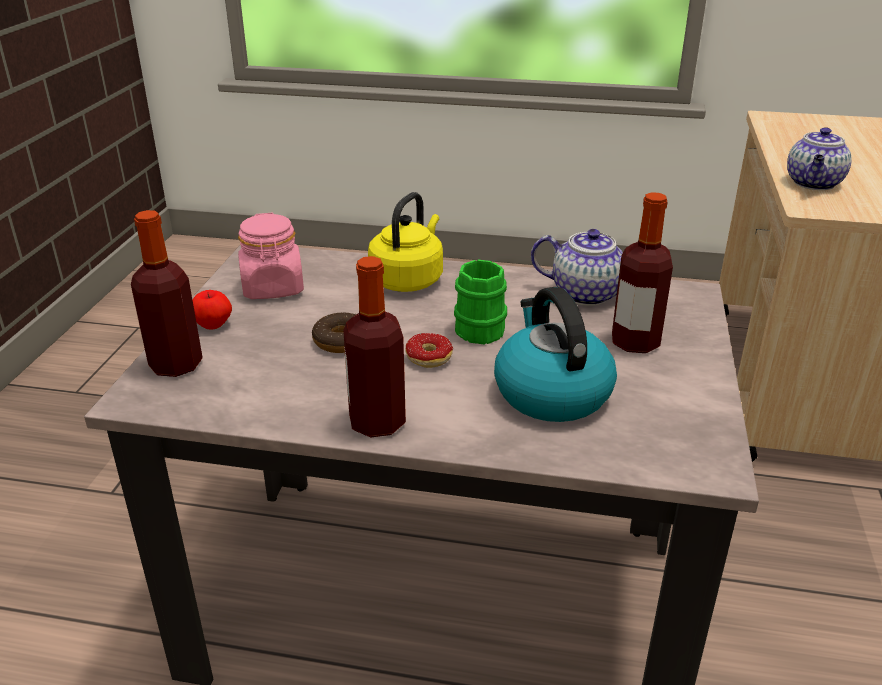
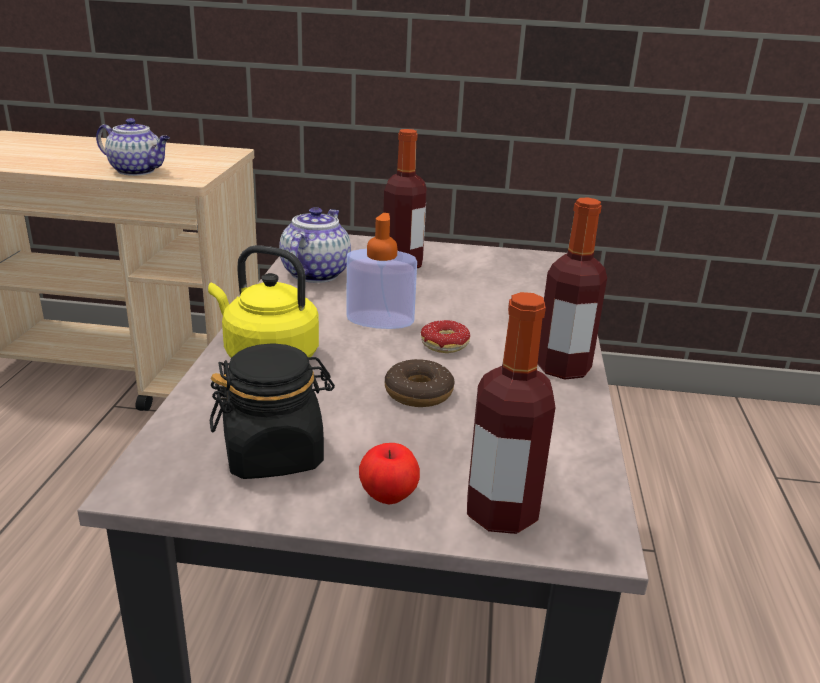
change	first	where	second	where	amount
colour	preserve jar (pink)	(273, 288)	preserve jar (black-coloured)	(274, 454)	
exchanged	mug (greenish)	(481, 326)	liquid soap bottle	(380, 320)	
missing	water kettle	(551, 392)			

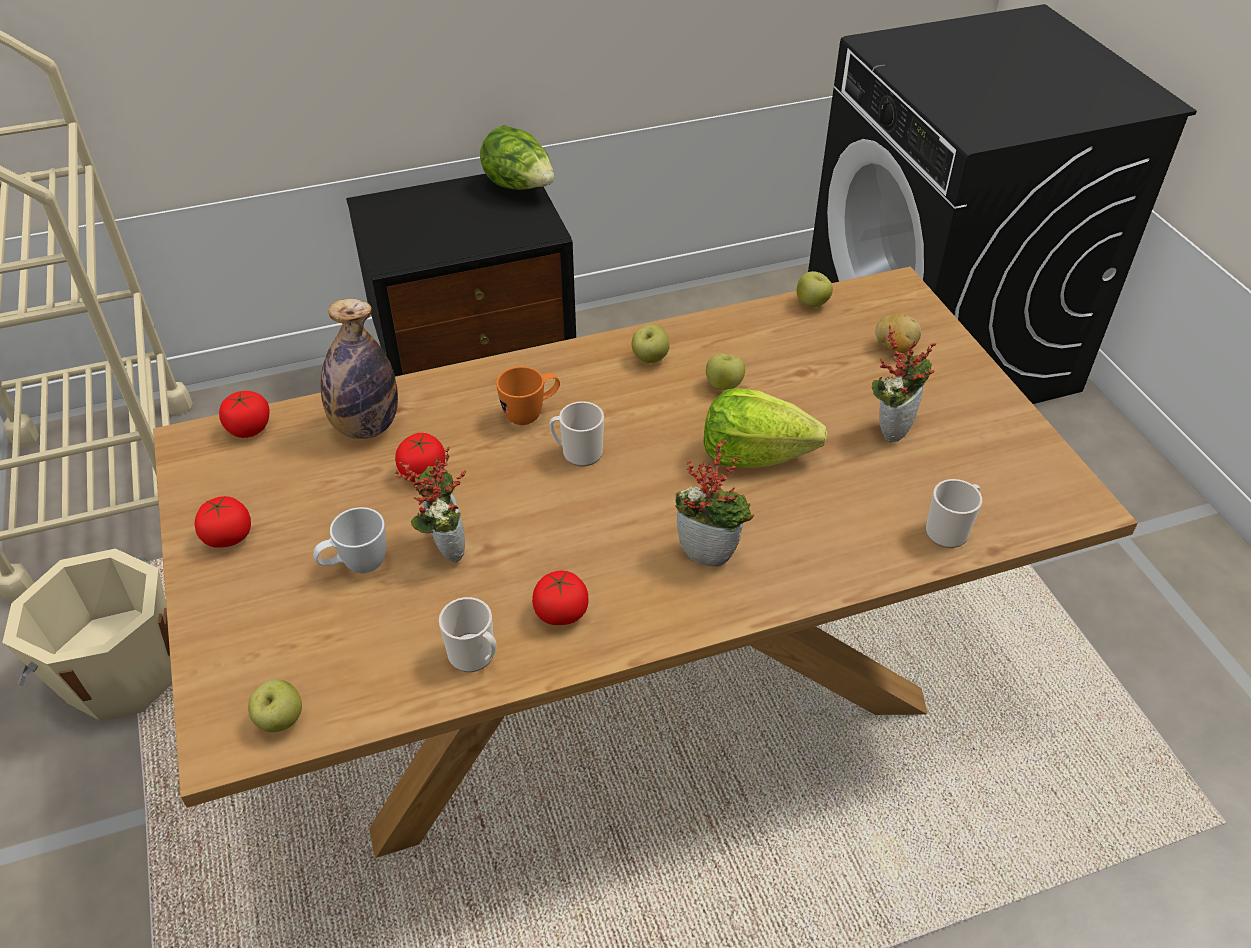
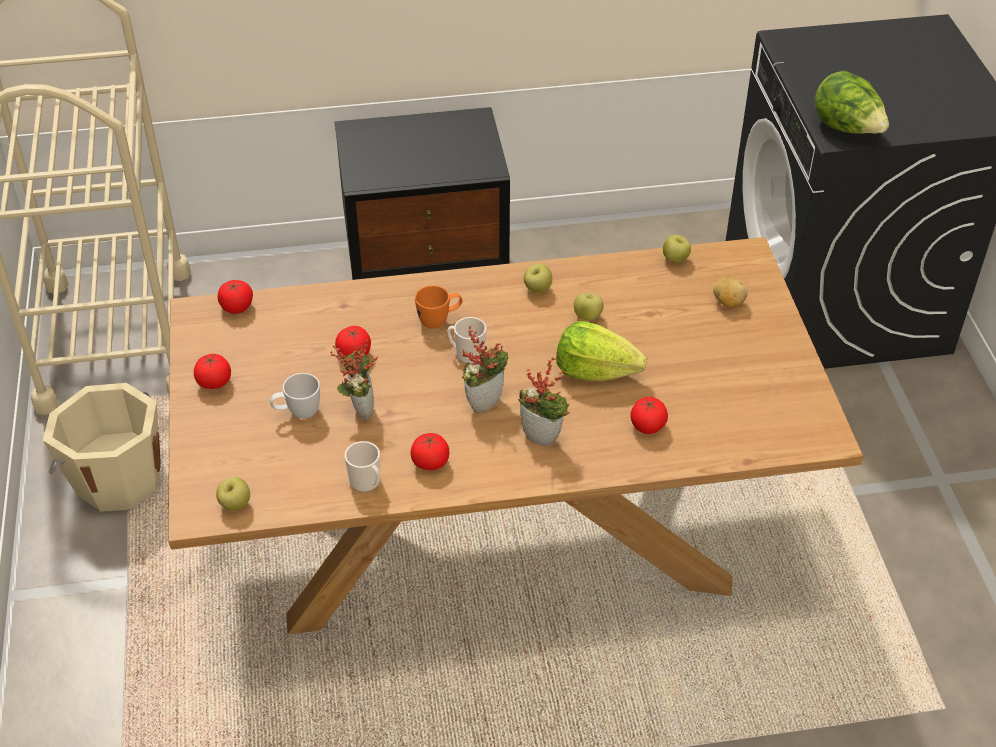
change	first	where	second	where	amount
relocated	lettuce head	(520, 187)		(847, 129)	
missing	drink bottle	(366, 427)			
relocated	plant in a pot	(892, 427)		(484, 401)	
missing	mug	(950, 530)			
appeared			whole tomato	(647, 426)	

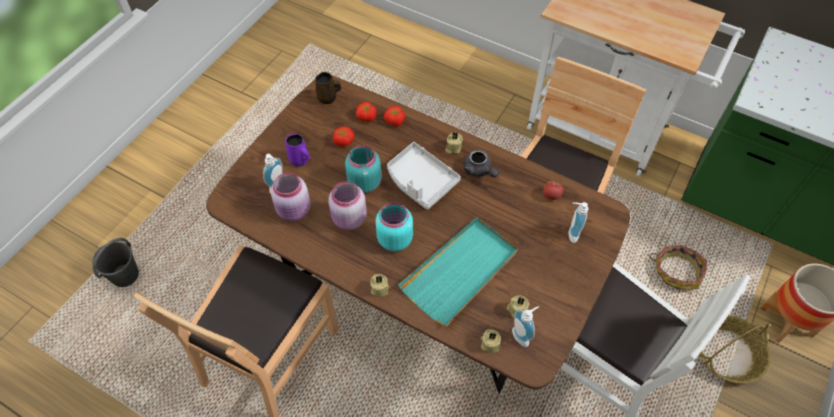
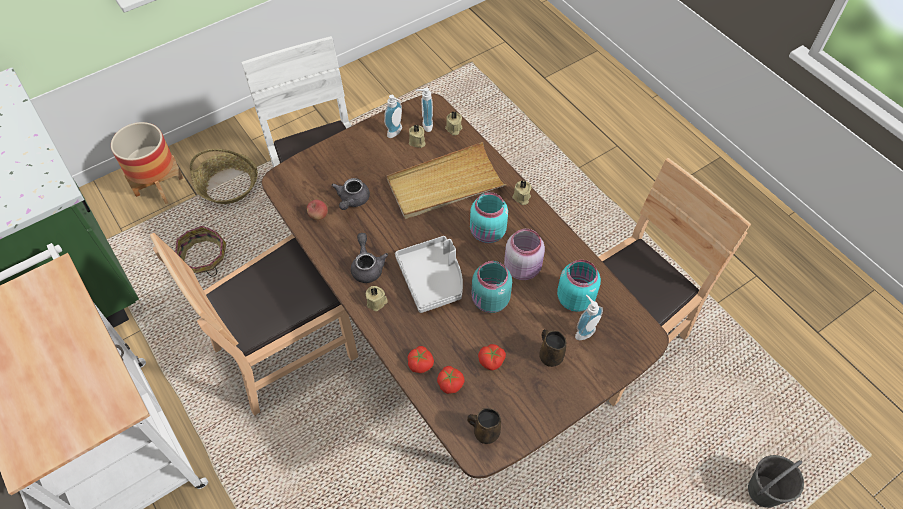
change	first	where	second	where	amount
colour	mug (purple-coloured)	(300, 160)	mug (brown-coloured)	(550, 355)	
colour	preserve jar (pink)	(294, 211)	preserve jar (blue-green)	(574, 298)	
relocated	liquid soap bottle	(571, 233)		(396, 133)	
colour	serving tray (blue-green)	(460, 272)	serving tray (beige)	(445, 184)	
appeared			pot for tea (greyish)	(352, 200)	

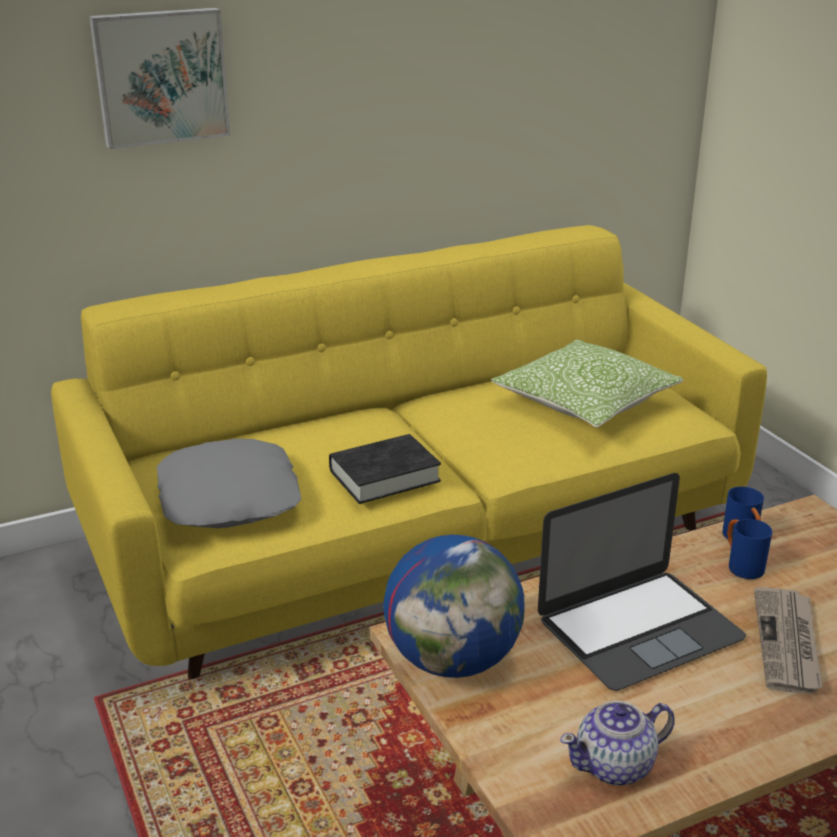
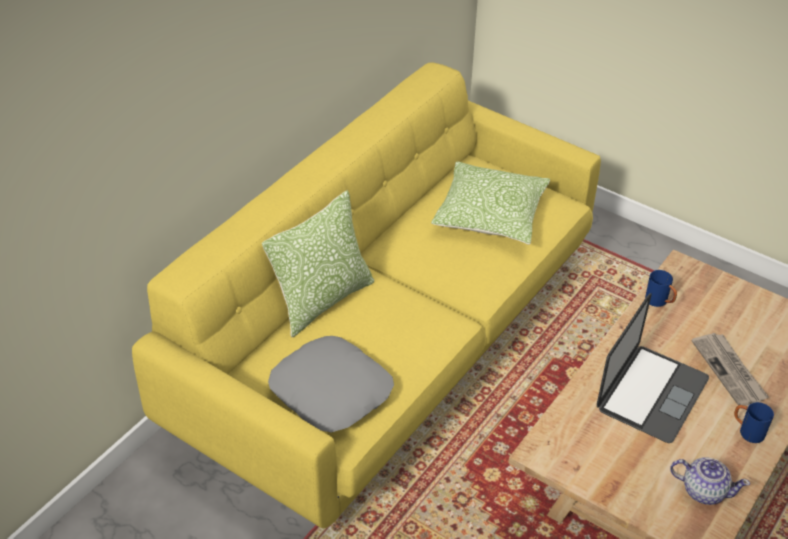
change	first	where	second	where	amount
missing	picture	(160, 76)			
missing	book (black-coloured)	(384, 476)			
relocated	mug (blue)	(741, 565)		(747, 431)	
missing	world globe	(453, 660)			
spun	pot for tea	(616, 766)		(703, 490)	105 degrees counterclockwise
appeared			throw pillow	(322, 301)	

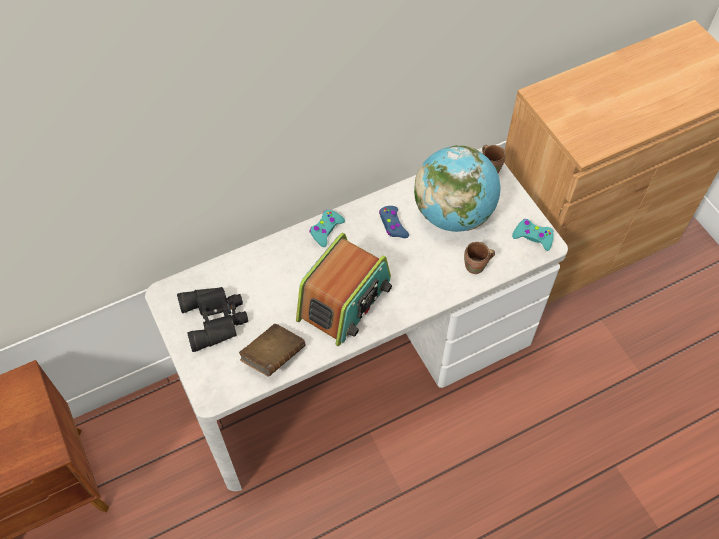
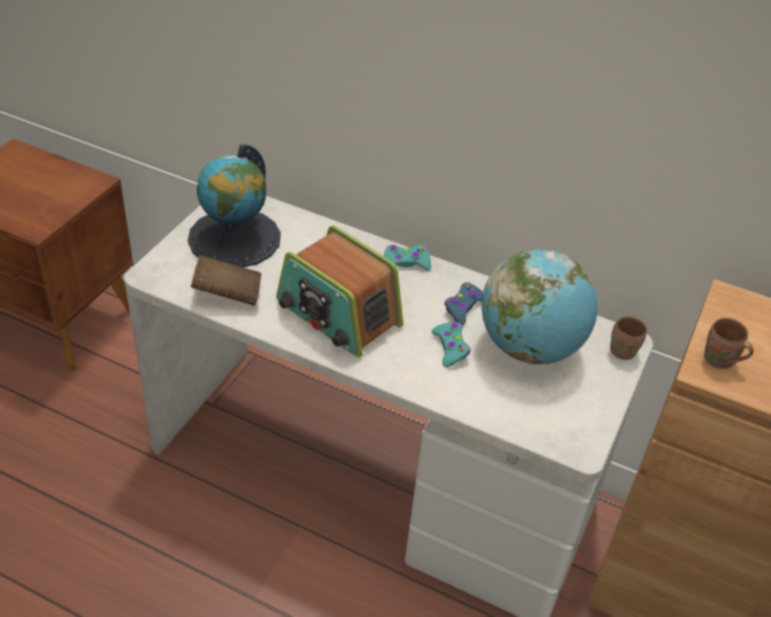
change	first	where	second	where	amount
relocated	joypad (blue-green)	(533, 237)		(450, 348)	
spun	radio	(345, 300)		(338, 314)	45 degrees clockwise
relocated	mug (brown-coloured)	(476, 267)		(719, 362)	
exchanged	binoculars (black-coloured)	(215, 319)	world globe	(235, 238)	

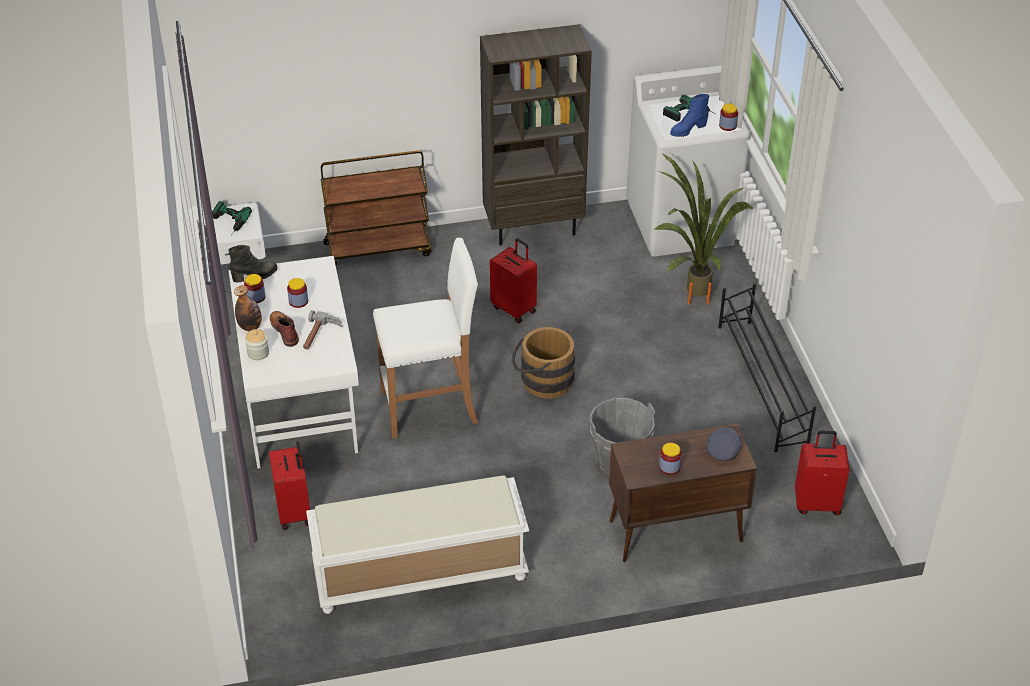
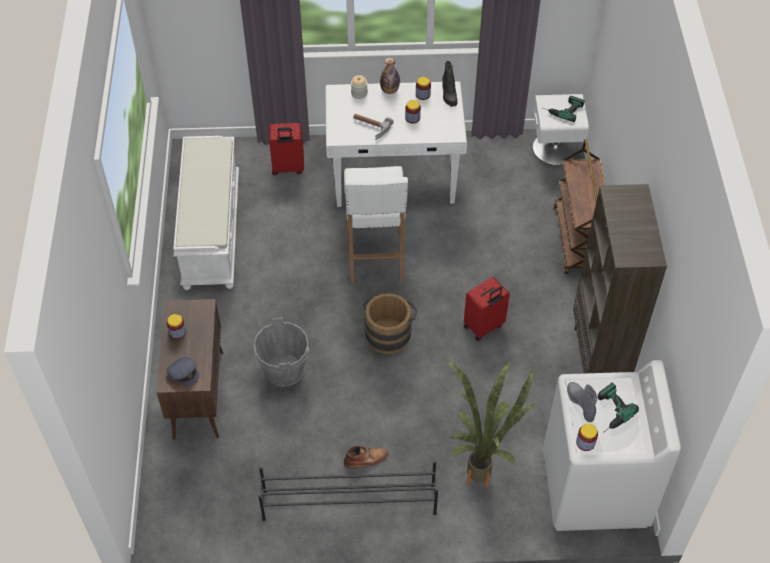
change	first	where	second	where	amount
colour	tall boot (blue)	(688, 130)	tall boot (greyish)	(581, 403)	
relocated	tall boot (brown-coloured)	(284, 330)		(366, 459)	
missing	suitcase (red-coloured)	(817, 503)			

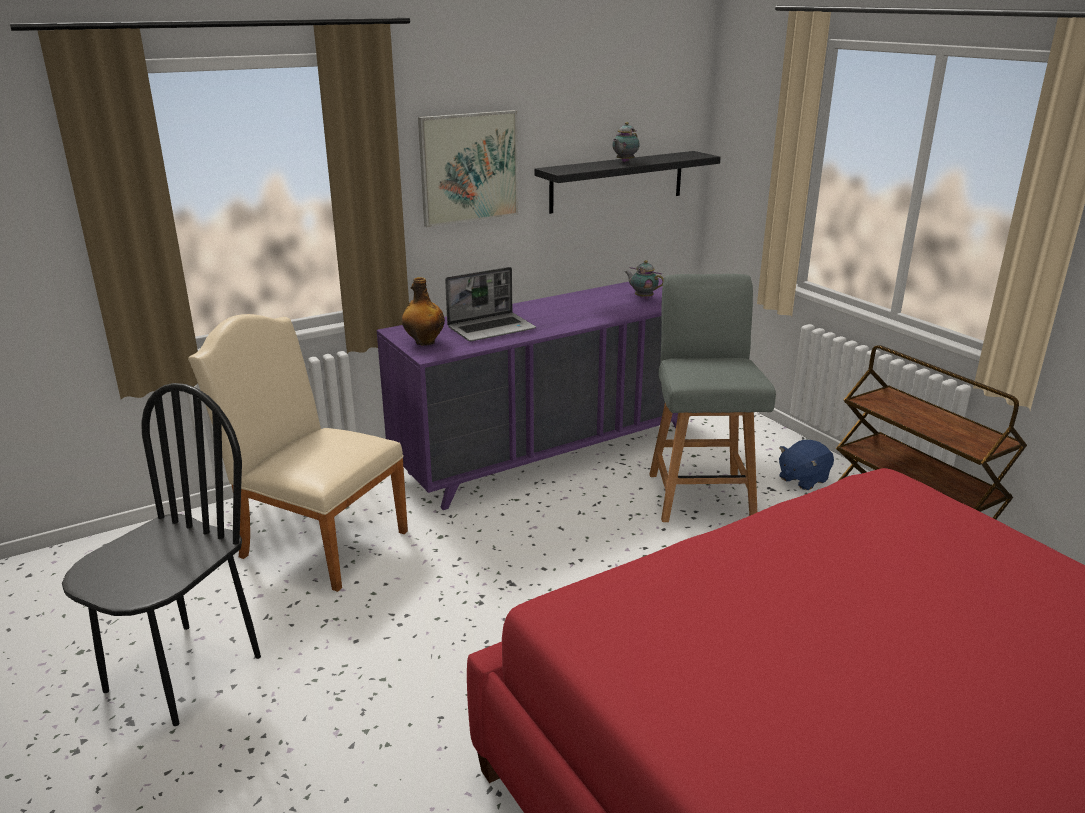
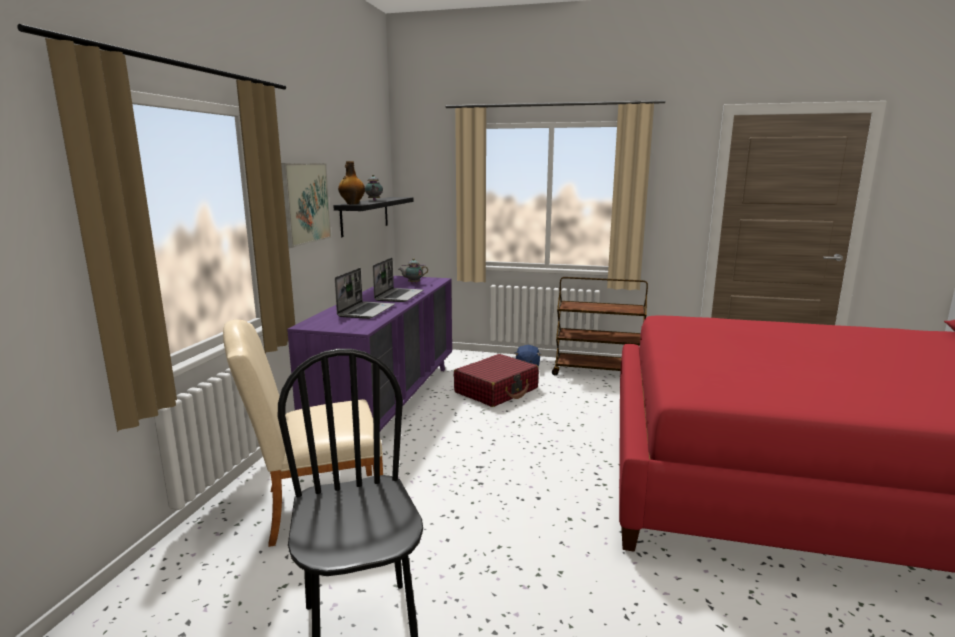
change	first	where	second	where	amount
exchanged	plain chair (greyish)	(700, 494)	suitcase (red-coloured)	(497, 390)	
relocated	drink bottle	(424, 342)		(352, 204)	
appeared			notebook computer	(399, 296)	

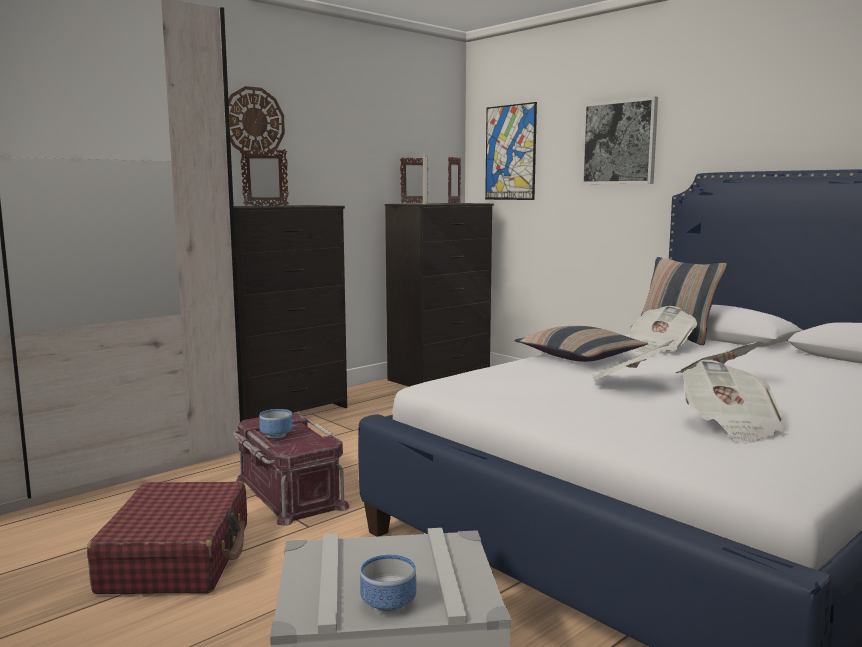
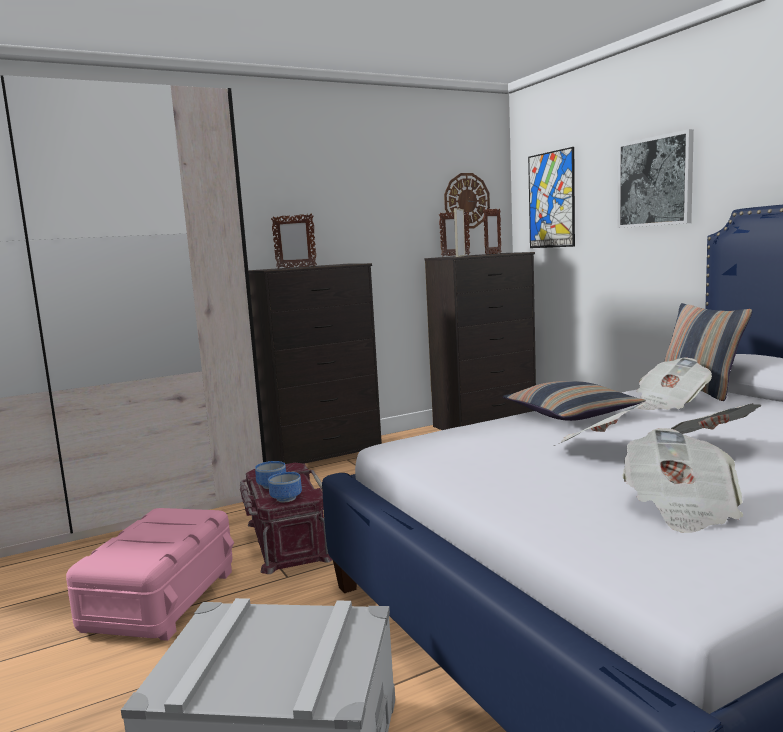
change	first	where	second	where	amount
relocated	clock on the wall	(254, 122)		(466, 201)	
exchanged	suitcase (red-coloured)	(177, 557)	storage container (pink)	(160, 599)	
relocated	bowl	(386, 605)		(284, 499)	

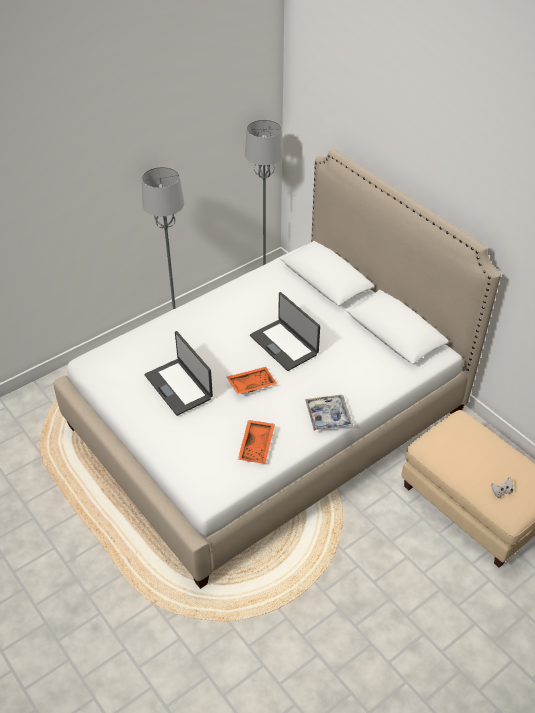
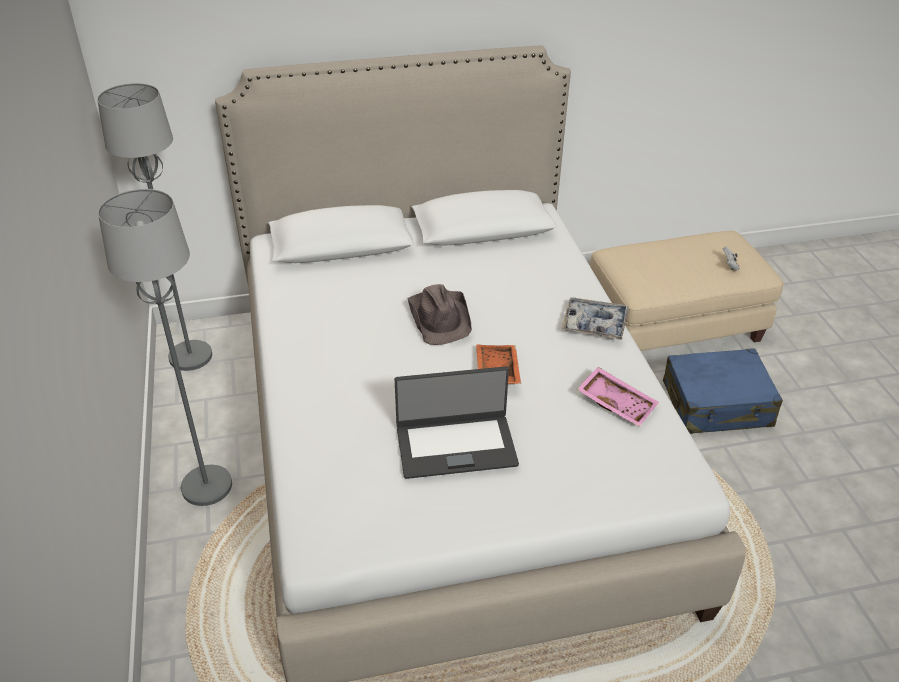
change	first	where	second	where	amount
exchanged	notebook computer	(284, 344)	hat (brown-coloured)	(440, 317)	
colour	serving tray (orange)	(257, 446)	serving tray (pink)	(617, 403)	
appeared			suitcase (blue)	(717, 405)	

